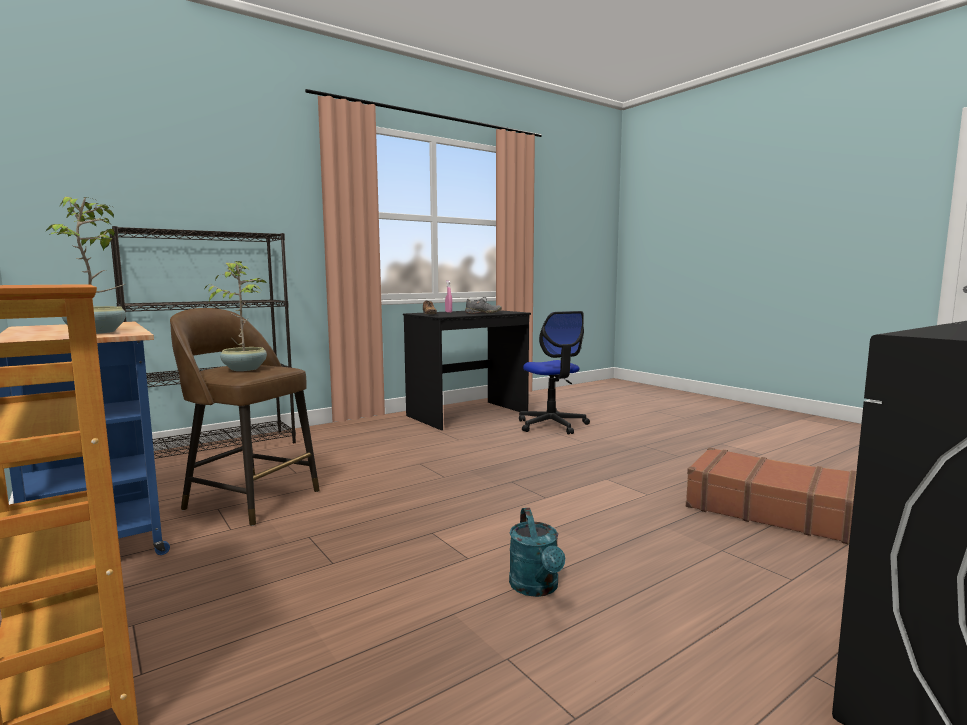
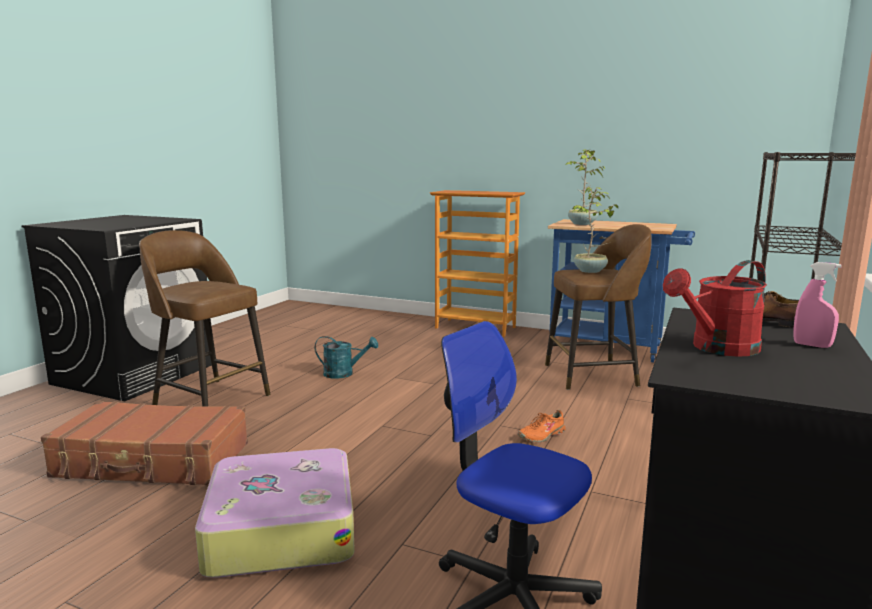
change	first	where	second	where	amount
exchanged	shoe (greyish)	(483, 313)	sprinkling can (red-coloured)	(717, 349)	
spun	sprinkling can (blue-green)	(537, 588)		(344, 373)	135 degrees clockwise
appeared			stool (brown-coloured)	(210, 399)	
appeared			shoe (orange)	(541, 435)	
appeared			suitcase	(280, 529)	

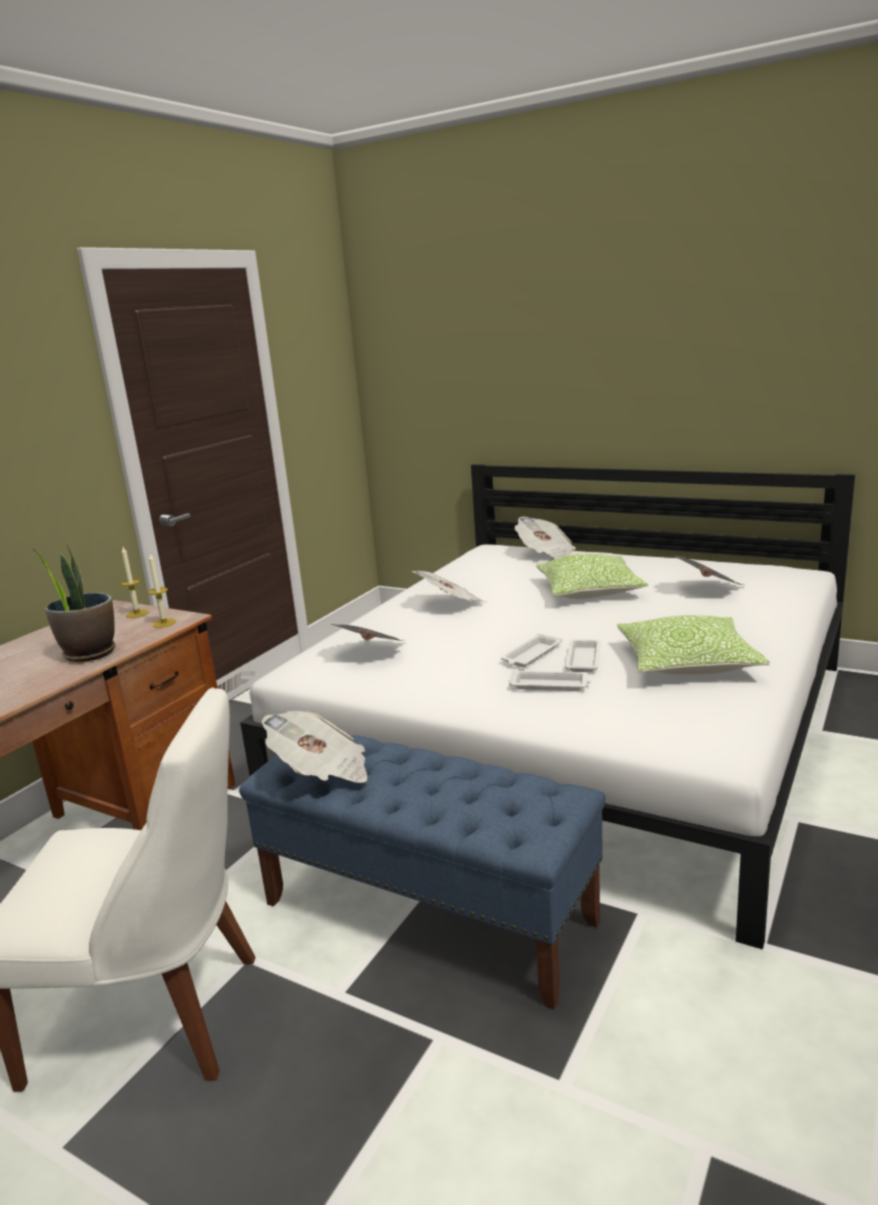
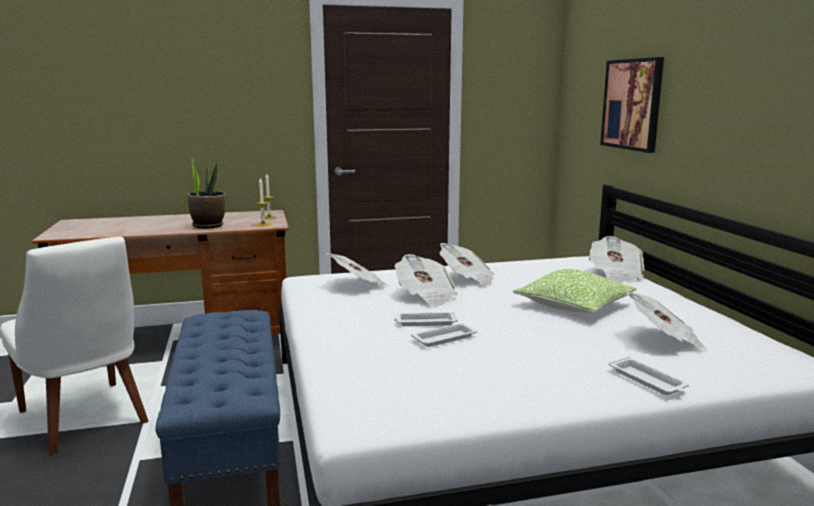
change	first	where	second	where	amount
missing	throw pillow	(687, 663)			
relocated	serving tray (white-coloured)	(550, 685)		(648, 381)	
relocated	printed paper	(322, 771)		(425, 296)	
appeared			picture	(632, 104)	

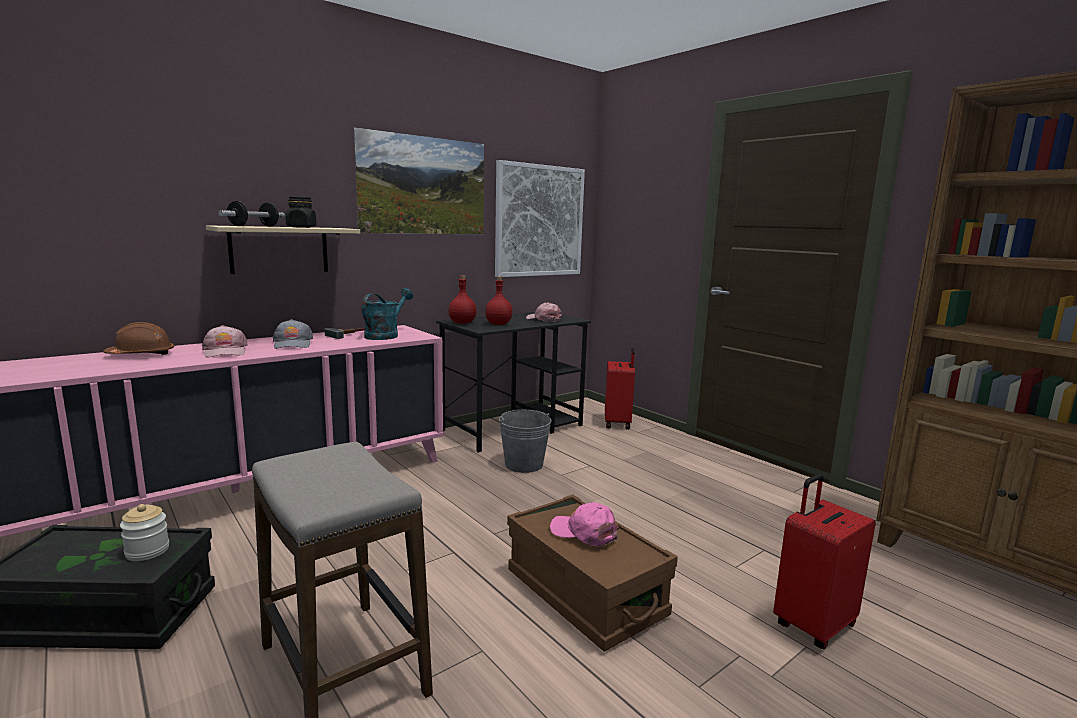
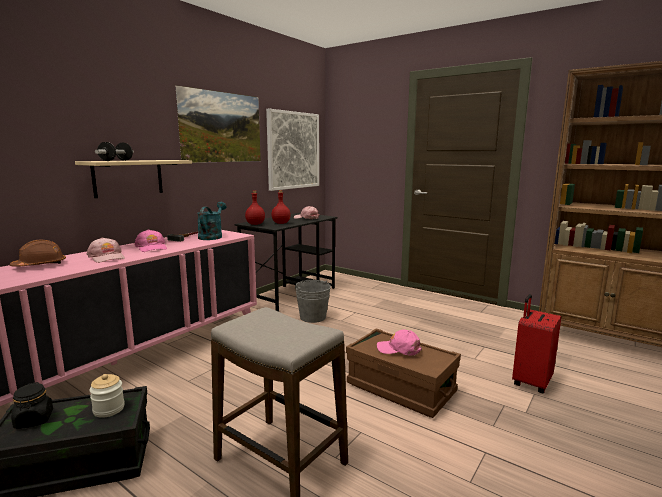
change	first	where	second	where	amount
relocated	preserve jar (black-coloured)	(301, 227)		(34, 420)	
colour	peaked cap (greyish)	(293, 344)	peaked cap (pink)	(152, 247)	
missing	suitcase (red-coloured)	(618, 423)			

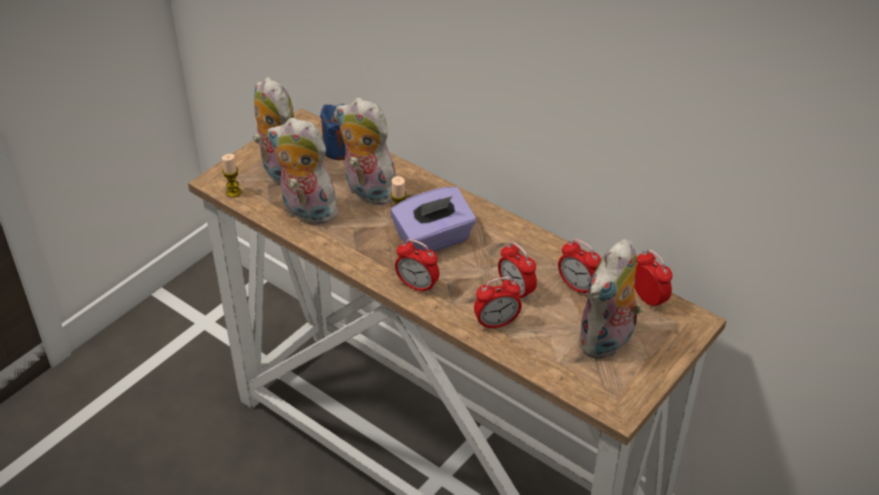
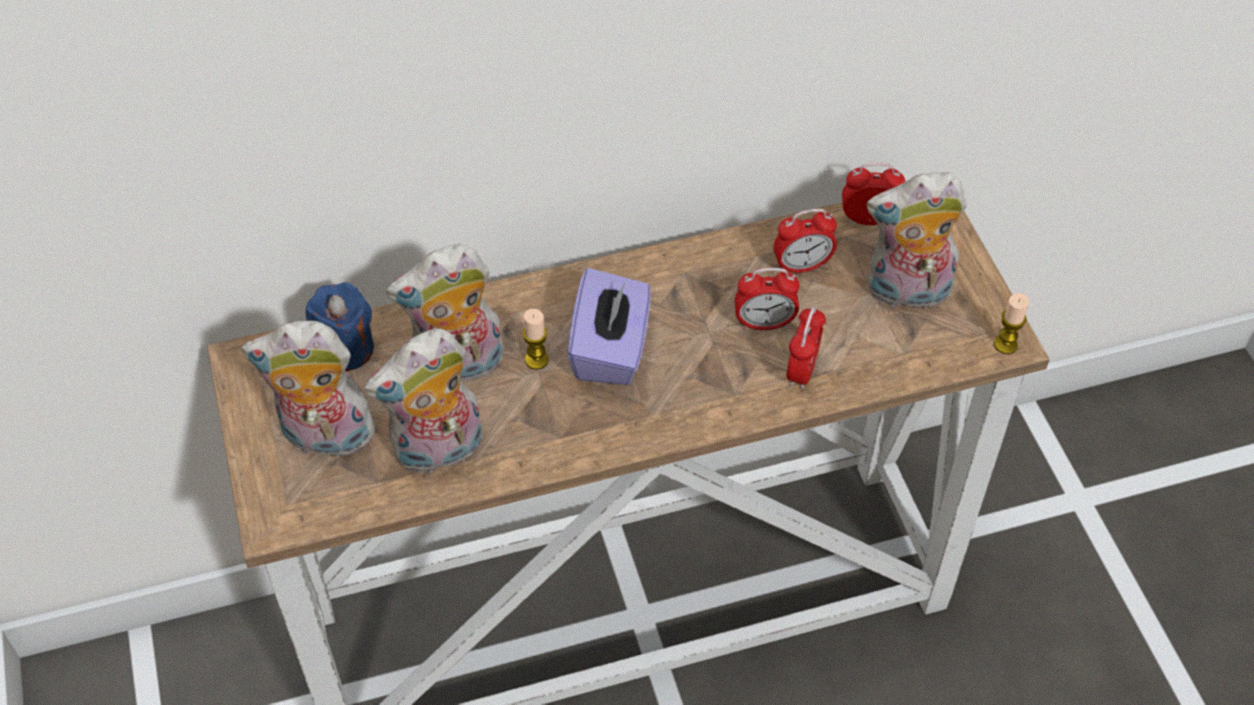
change	first	where	second	where	amount
relocated	wax candle	(233, 192)		(1005, 344)	
missing	bedside clock	(417, 286)			
spun	cuddly toy	(607, 342)		(906, 293)	105 degrees clockwise

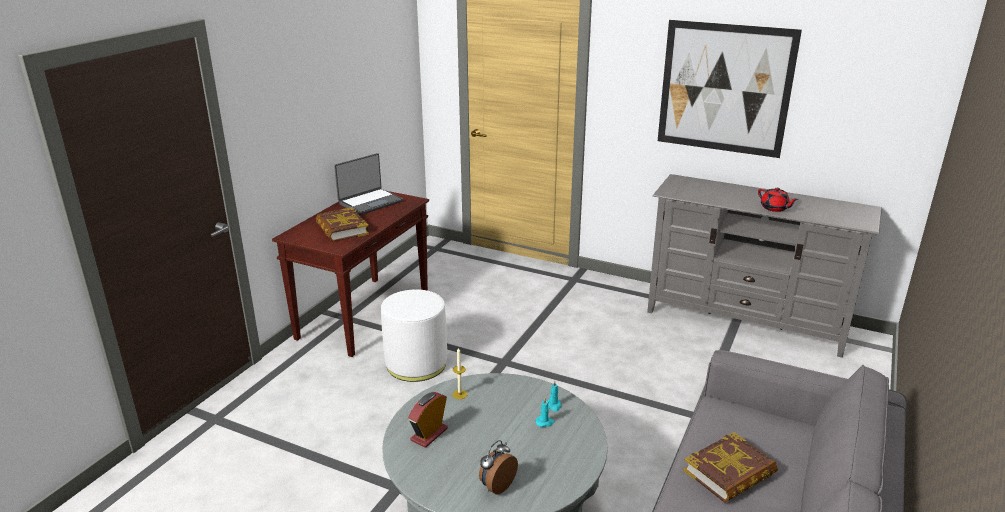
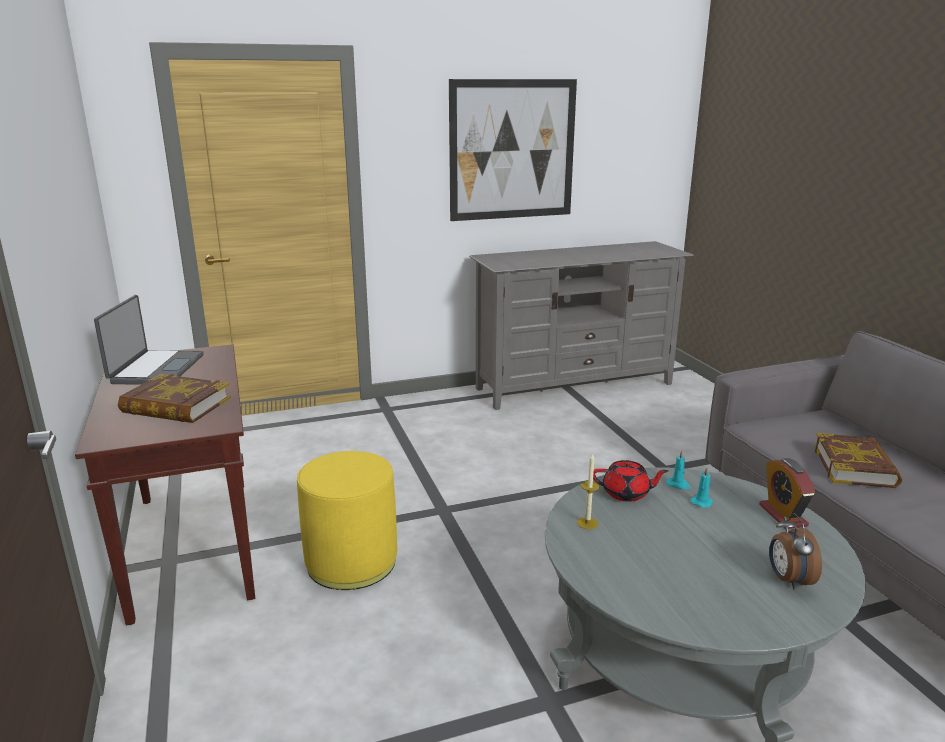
change	first	where	second	where	amount
relocated	pot for tea (red-coloured)	(774, 208)		(626, 493)	
colour	footrest (white-coloured)	(416, 364)	footrest (yellow-coloured)	(351, 561)	
relocated	bedside clock	(429, 434)		(783, 515)	

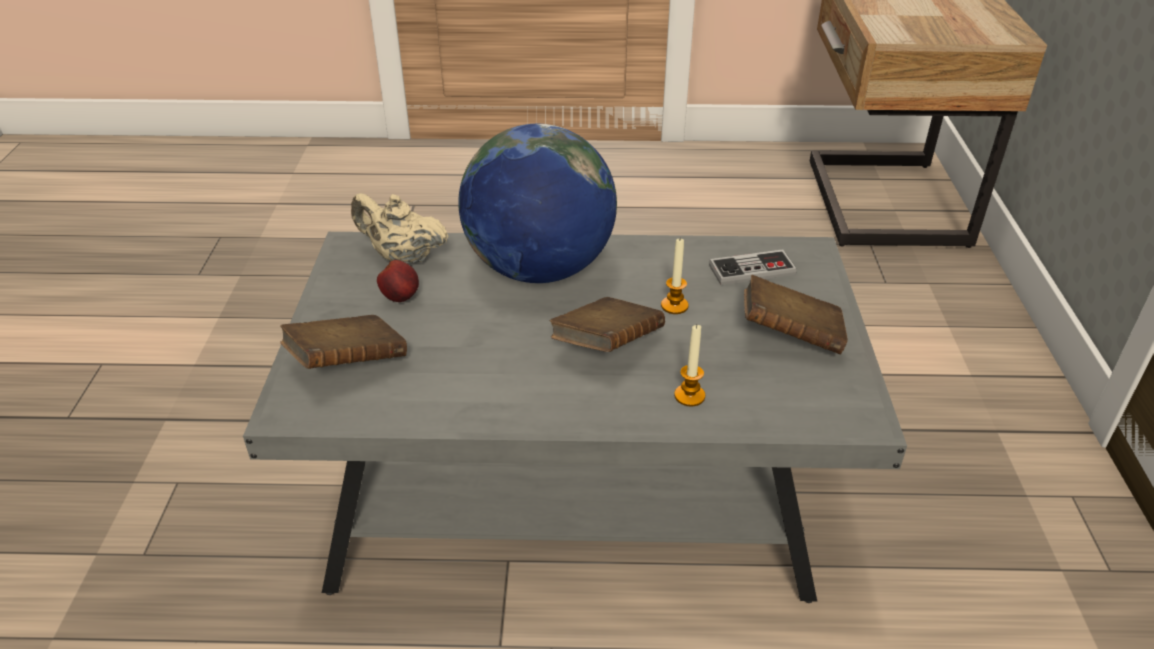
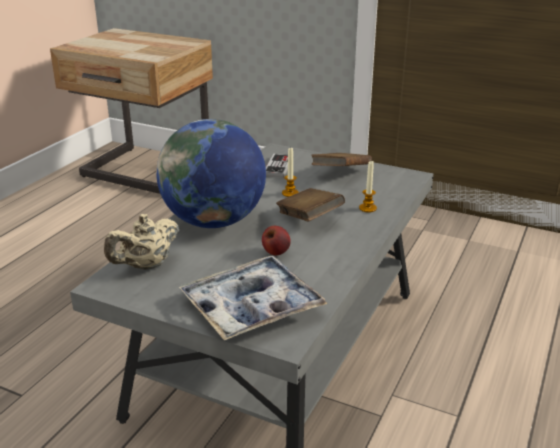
change	first	where	second	where	amount
relocated	apple fruit	(401, 297)		(275, 252)	
exchanged	book (brown-coloured)	(347, 363)	serving tray	(251, 307)	

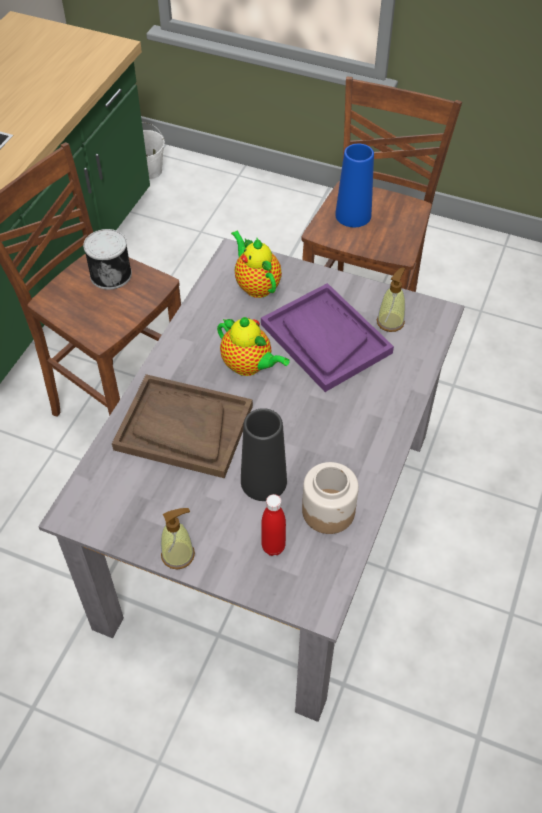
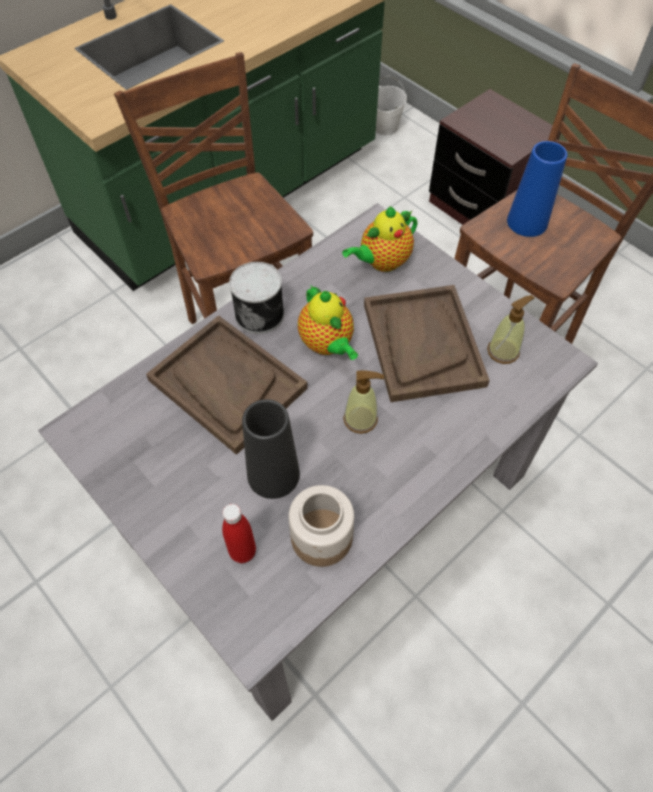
change	first	where	second	where	amount
relocated	sealed can	(111, 273)		(260, 313)	
spun	pot for tea	(256, 285)		(382, 262)	120 degrees counterclockwise
colour	serving tray (purple-coloured)	(325, 339)	serving tray (brown-coloured)	(422, 344)	
relocated	liquid soap bottle	(178, 554)		(361, 419)	
appeared			nightstand (brown-coloured)	(480, 208)	

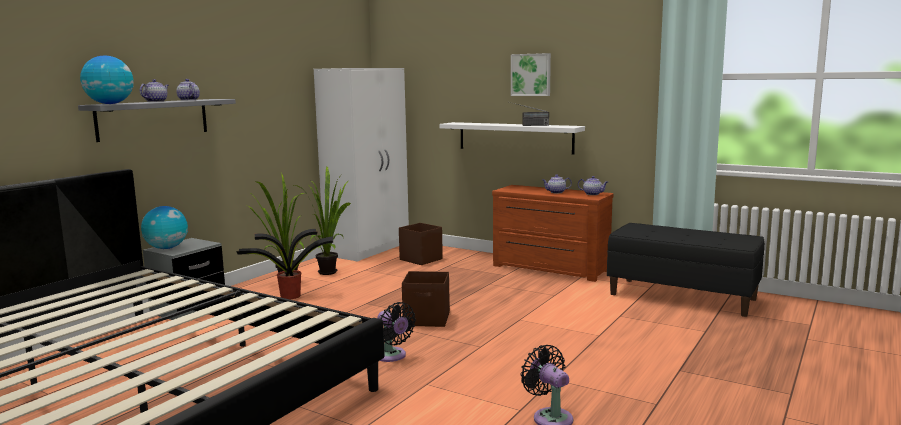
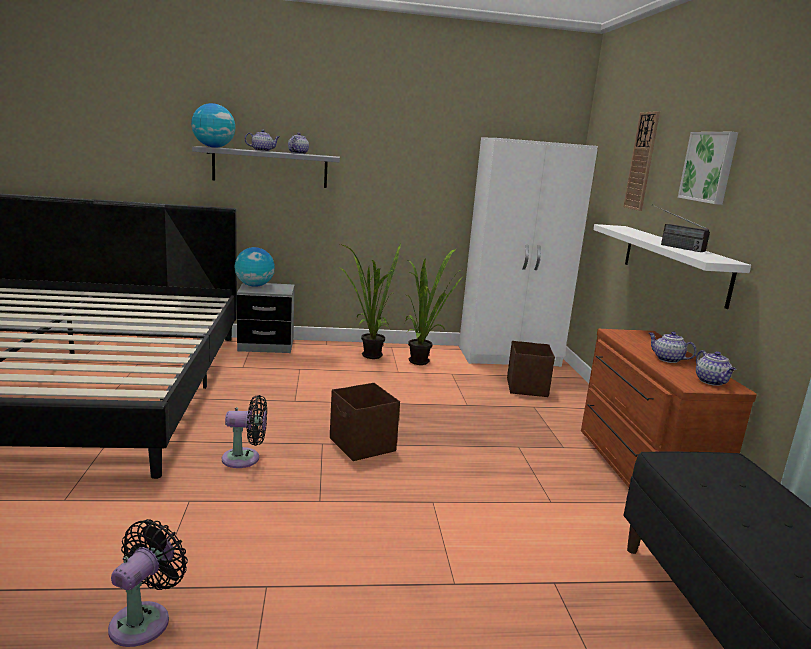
change	first	where	second	where	amount
missing	plant in a pot	(289, 296)			
spun	electric fan (black-coloured)	(392, 356)		(245, 459)	105 degrees counterclockwise
appeared			clock on the wall	(642, 161)	

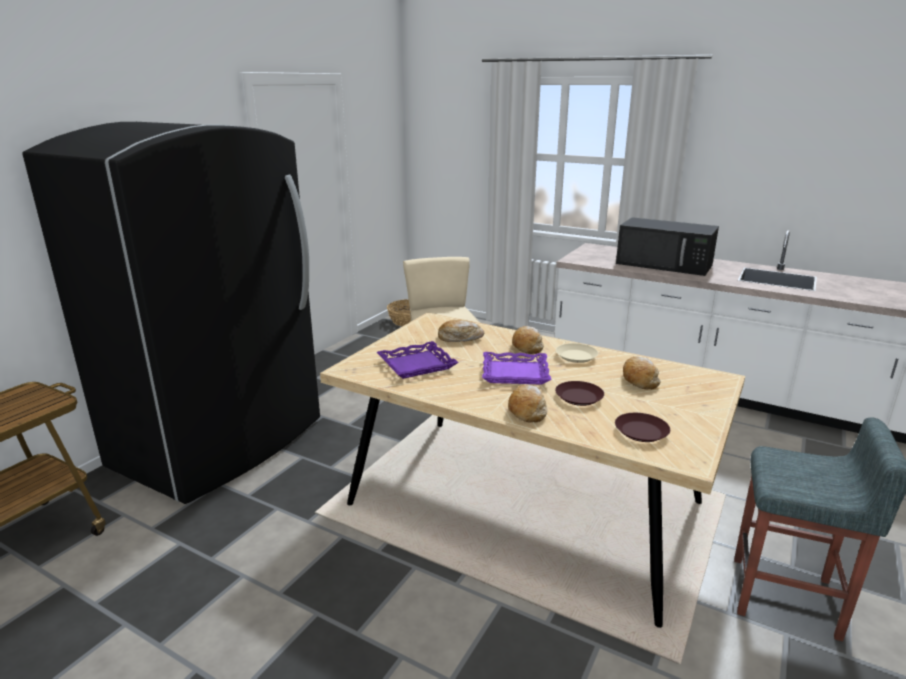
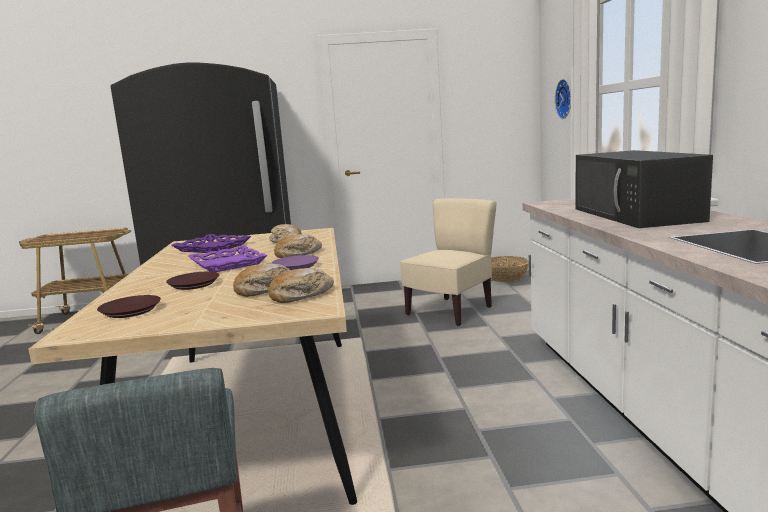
change	first	where	second	where	amount
colour	dinner plate (beige)	(575, 356)	dinner plate (purple-coloured)	(295, 266)	
relocated	baked bread	(527, 410)		(301, 295)	
appeared			clock on the wall	(566, 99)	

